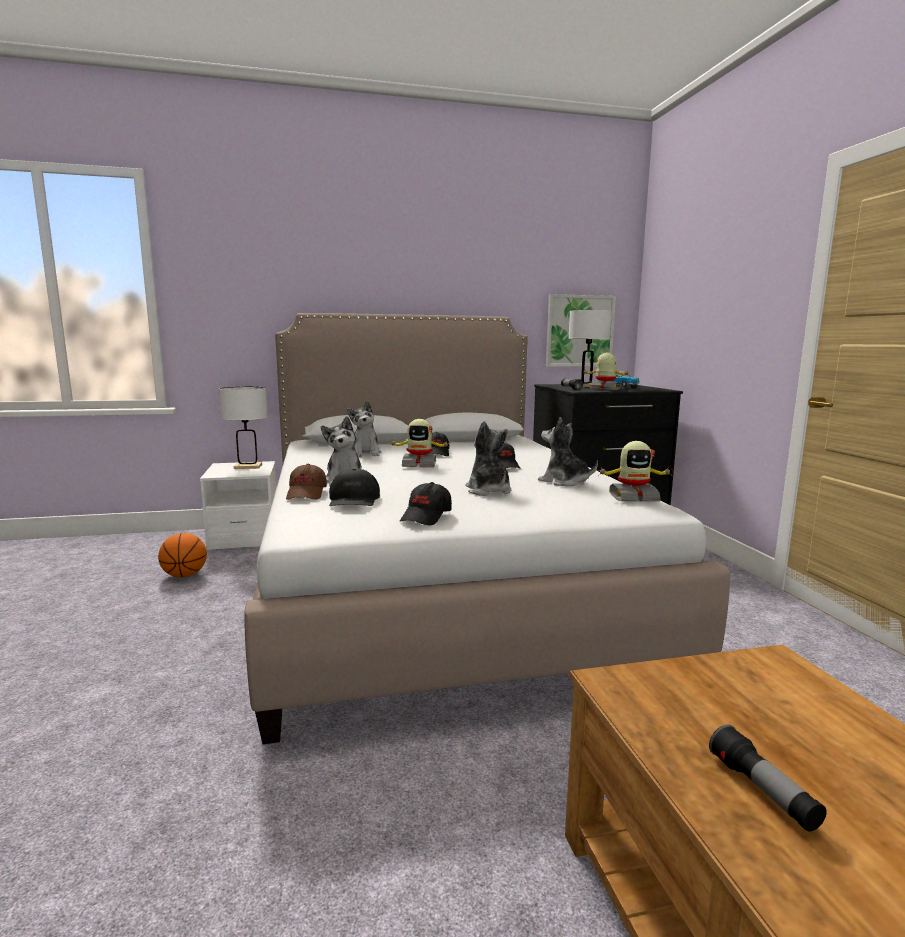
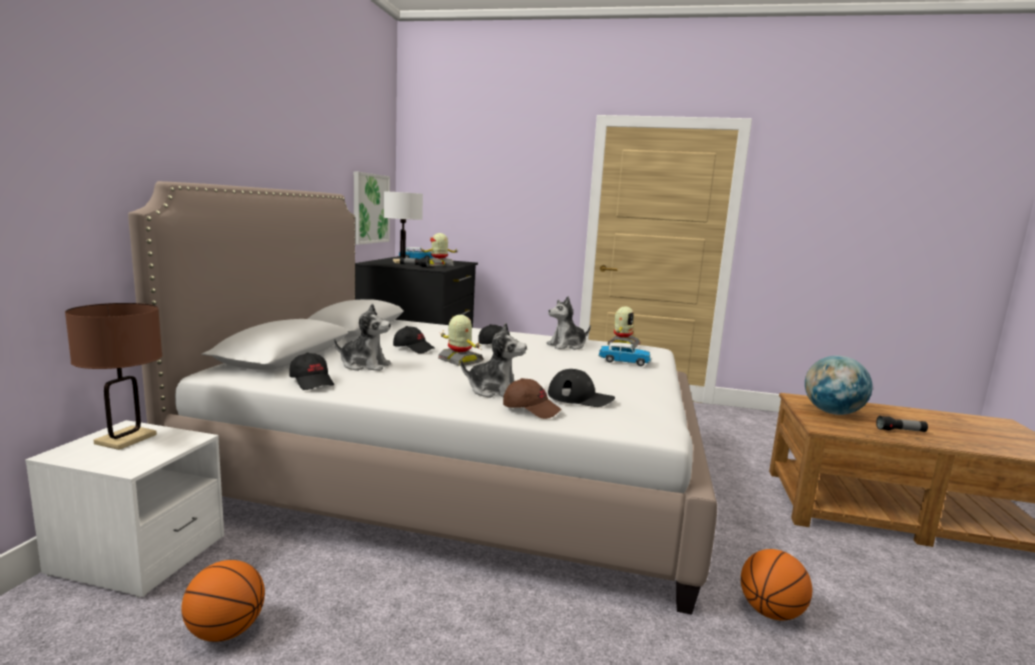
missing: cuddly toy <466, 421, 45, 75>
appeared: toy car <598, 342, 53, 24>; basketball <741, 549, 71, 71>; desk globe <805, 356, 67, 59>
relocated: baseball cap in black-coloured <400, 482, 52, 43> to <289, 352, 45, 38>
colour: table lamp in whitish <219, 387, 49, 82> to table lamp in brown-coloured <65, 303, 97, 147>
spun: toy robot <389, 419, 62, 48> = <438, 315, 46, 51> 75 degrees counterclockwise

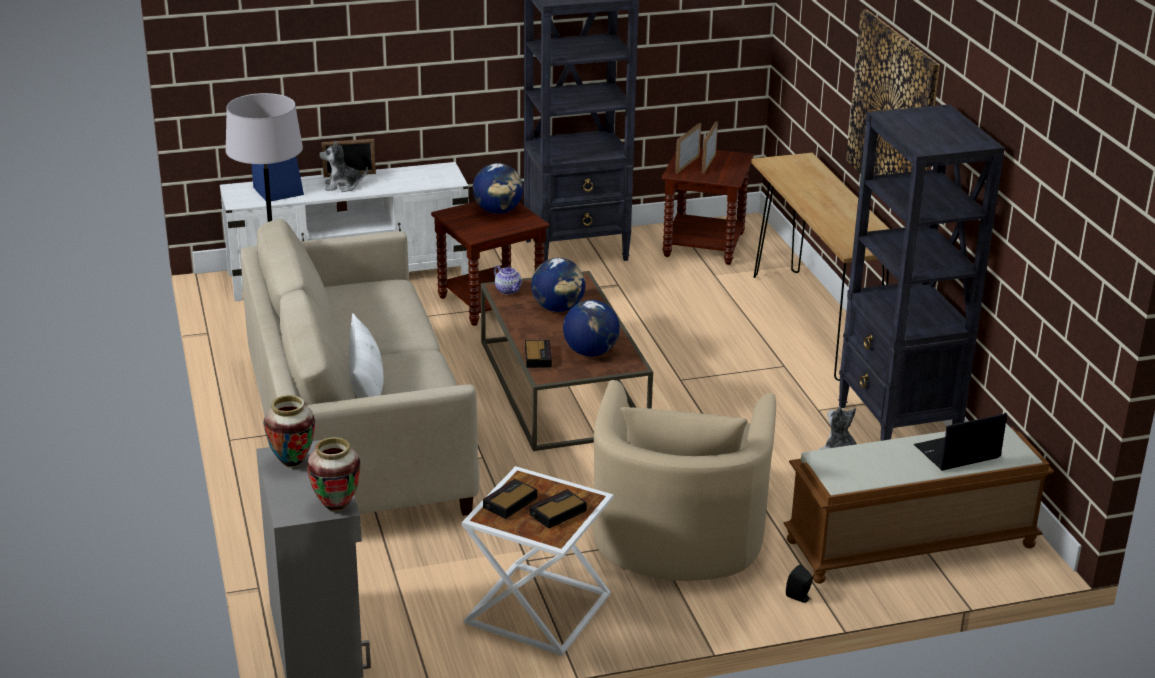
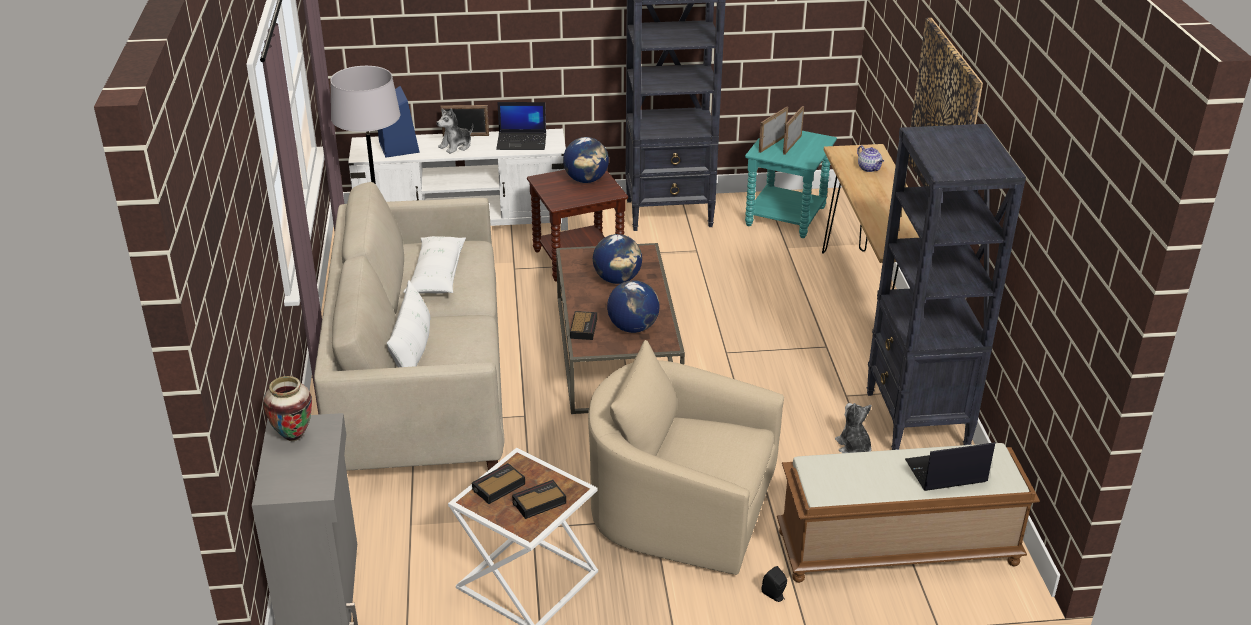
missing: vase <307, 437, 54, 75>
appeared: throw pillow in whitish <403, 236, 63, 58>; laptop <496, 102, 50, 48>
relocated: pot for tea <494, 265, 28, 29> to <857, 145, 27, 27>
colour: accent table in brown-coloured <662, 148, 92, 117> to accent table in turquoise <745, 131, 92, 107>
spun: cuddly toy <319, 141, 49, 51> = <436, 109, 37, 45> 45 degrees counterclockwise; lounge chair in beige-coloured <593, 380, 183, 201> = <588, 340, 196, 235> 90 degrees clockwise

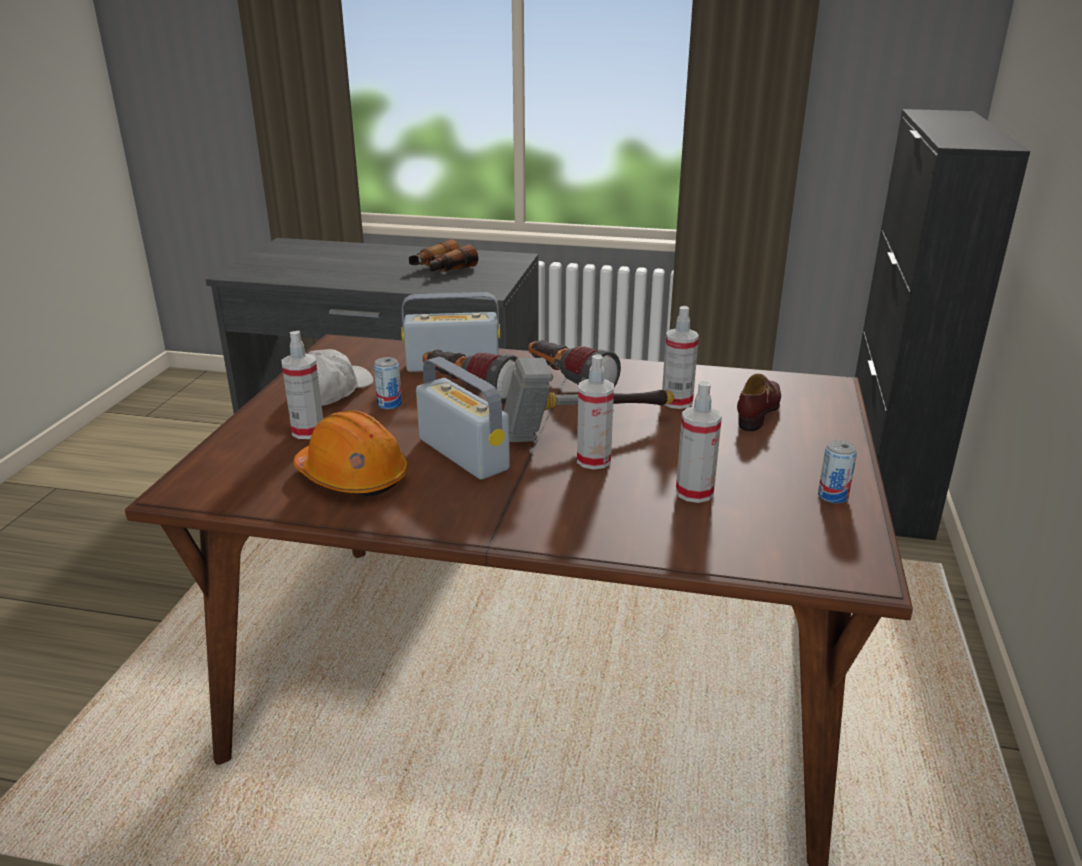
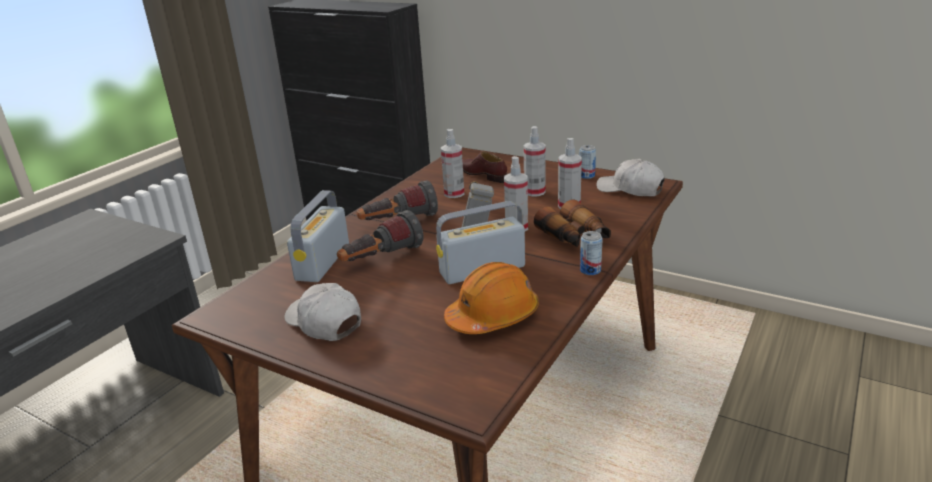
appeared: baseball cap in whitish <596, 159, 69, 38>
relocated: spray bottle <282, 331, 41, 108> to <524, 126, 22, 71>; metal can <374, 357, 28, 52> to <580, 231, 23, 44>; binoculars <409, 239, 69, 33> to <534, 199, 77, 48>

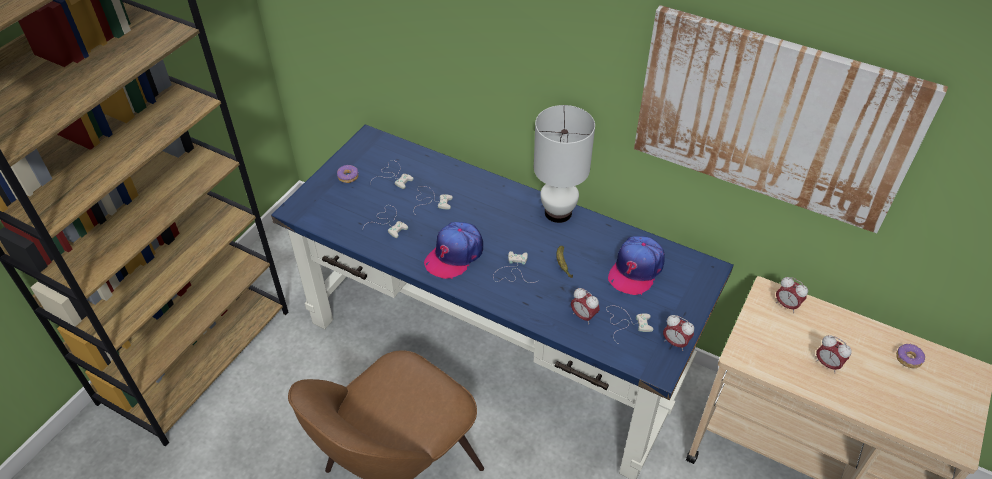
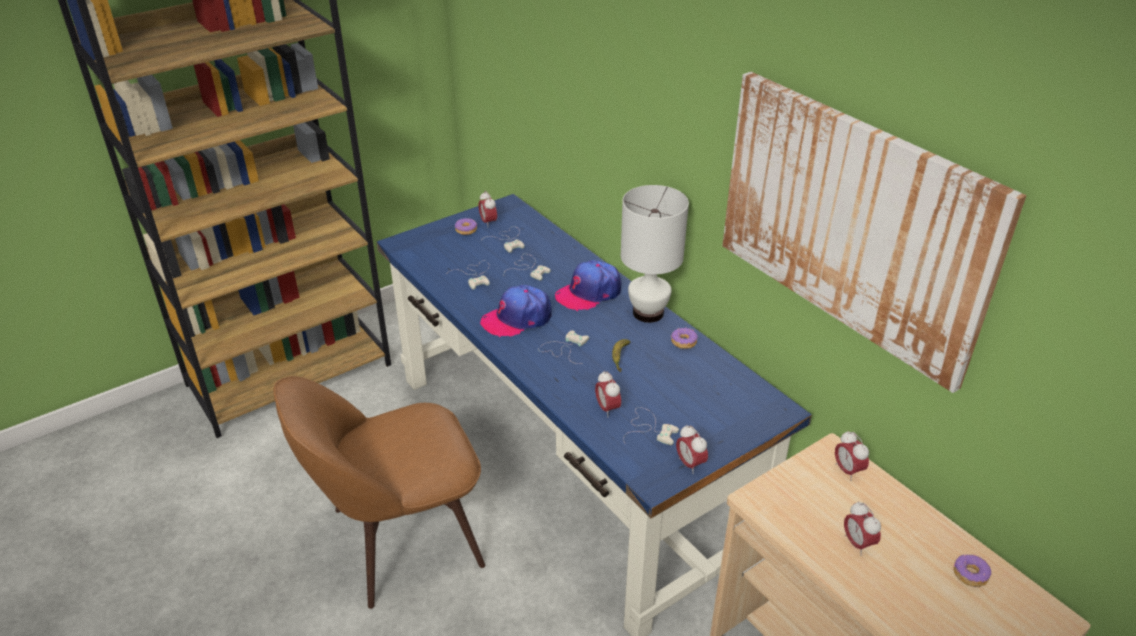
appeared: bedside clock <479, 191, 18, 37>; ring doughnut <671, 327, 27, 22>
relocated: baseball cap <608, 236, 57, 59> to <555, 260, 66, 51>

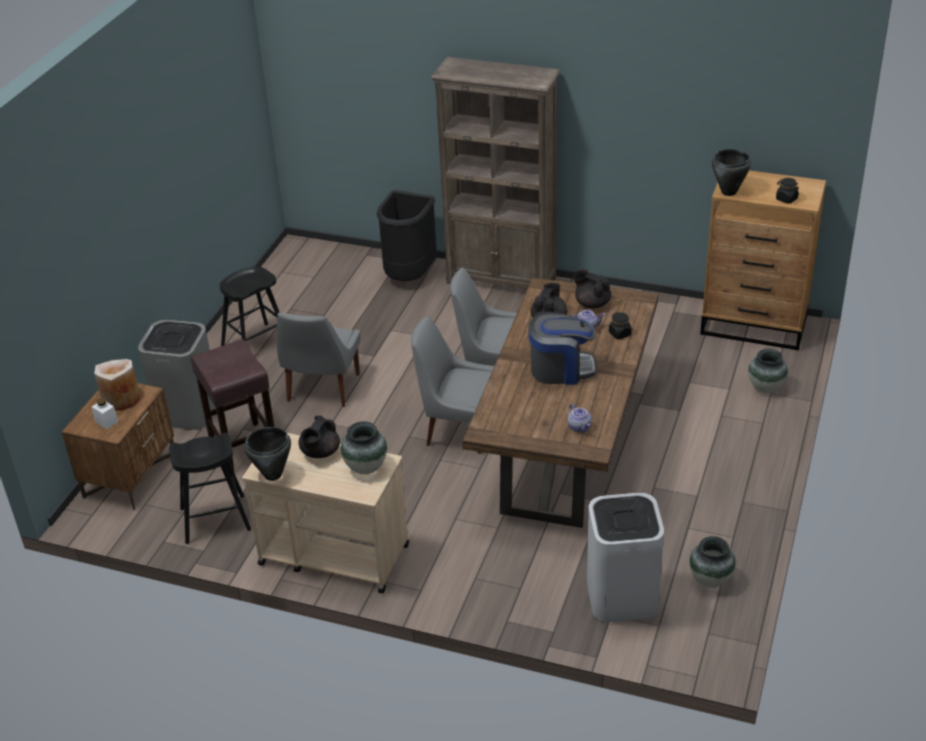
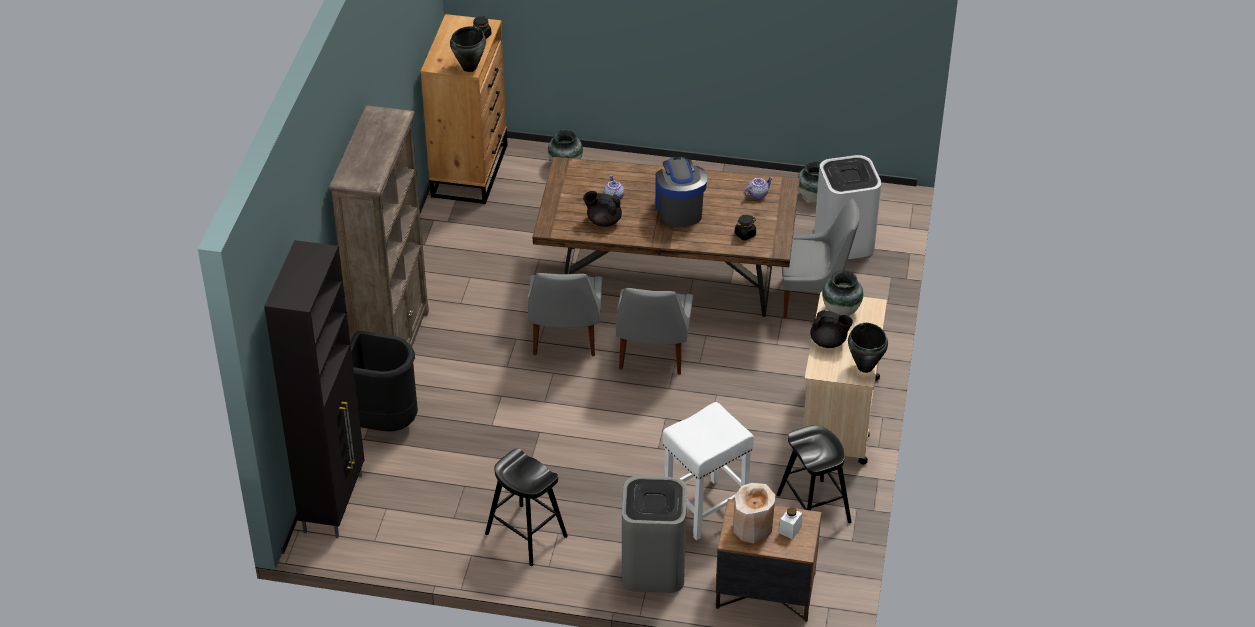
missing: pot for tea in black-coloured <573, 270, 38, 39>
appeared: storage cabinet in black-coloured <264, 240, 101, 298>
relocated: chair in grey <277, 313, 84, 94> to <782, 199, 78, 119>; preserve jar in black-coloured <609, 312, 23, 27> to <735, 215, 21, 26>
colour: stool in brown-coloured <190, 339, 84, 132> to stool in whitish <663, 402, 91, 138>

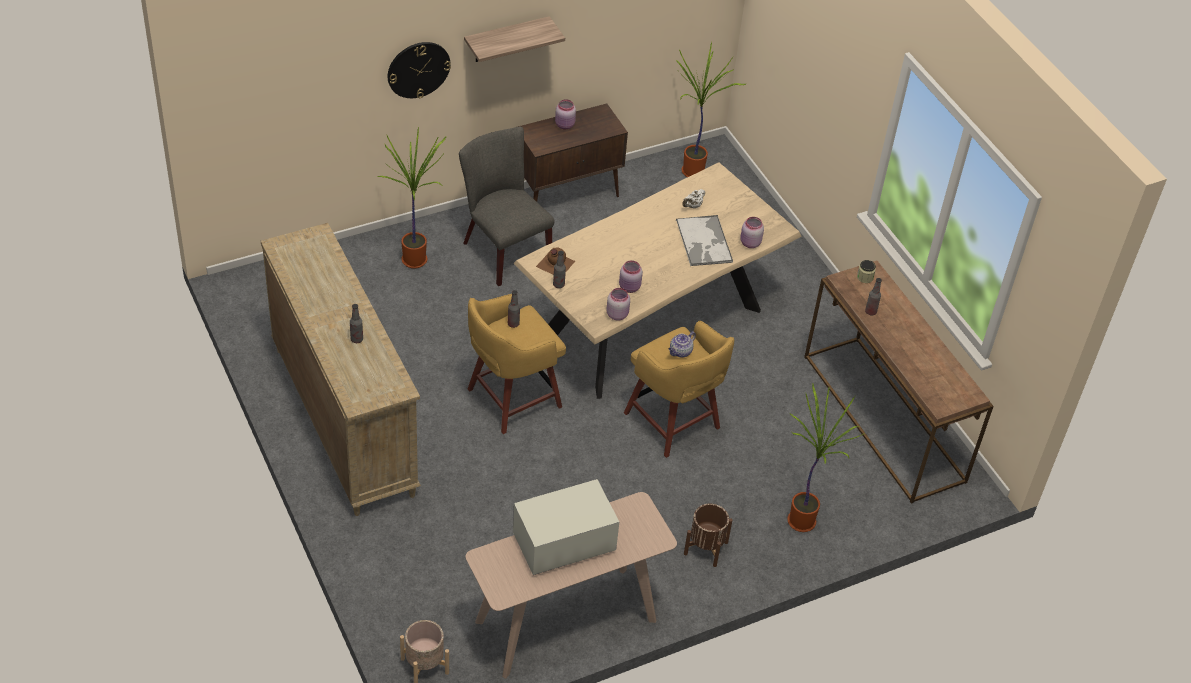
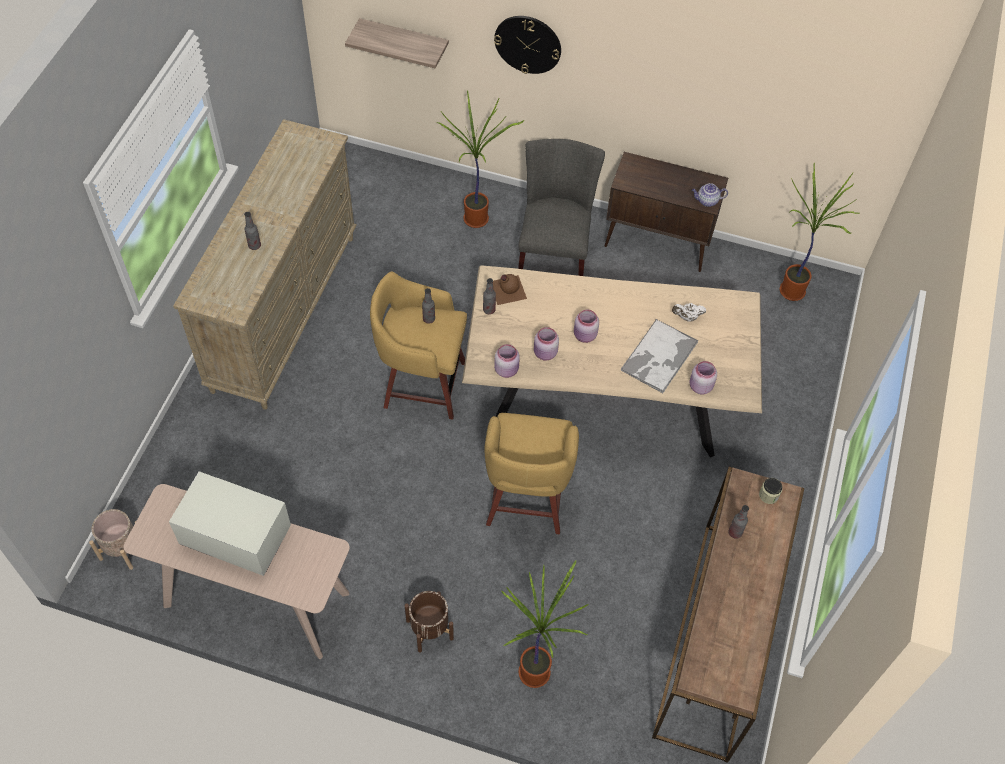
relocated: shelf <464, 16, 101, 46> to <345, 18, 104, 51>; preserve jar in pink-coloured <555, 99, 21, 30> to <574, 310, 25, 33>; pot for tea <668, 332, 28, 26> to <692, 183, 36, 24>

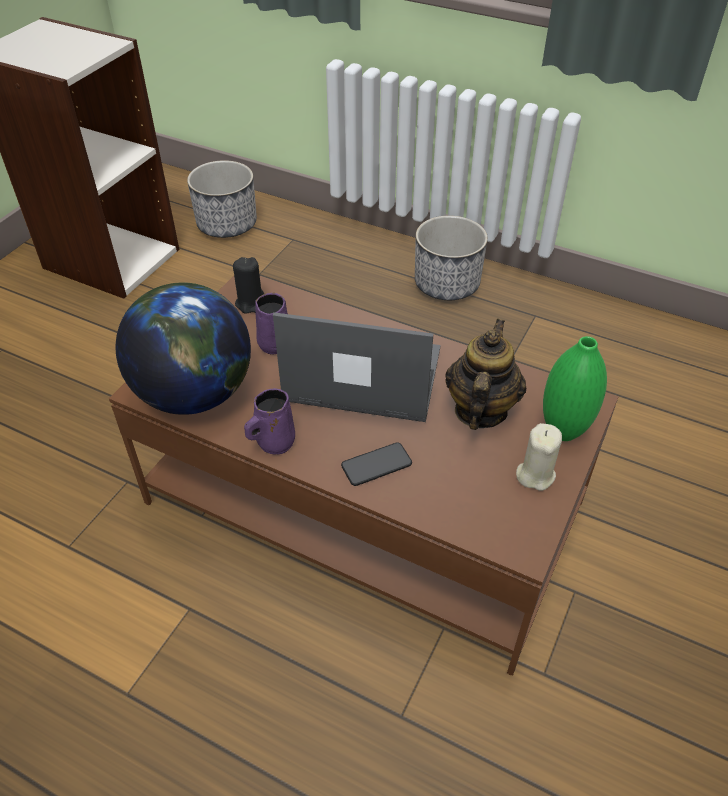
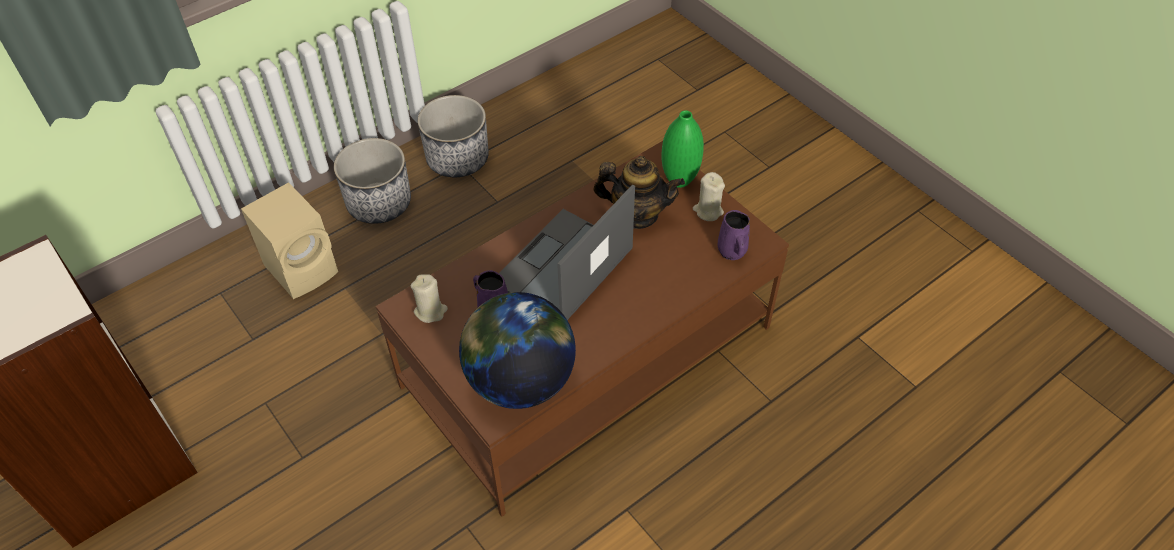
missing: phone <341, 442, 71, 44>
appeared: audio speaker in beige-coloured <241, 182, 97, 117>
relocated: plant pot <187, 160, 70, 78> to <418, 95, 71, 82>; tea mug in purple-coloured <244, 388, 51, 67> to <717, 210, 33, 50>
colour: wax light in black-coloured <233, 257, 31, 57> to wax light in beige-coloured <411, 274, 37, 49>
spun: pot for tea <445, 319, 81, 111> = <593, 156, 92, 73> 150 degrees clockwise

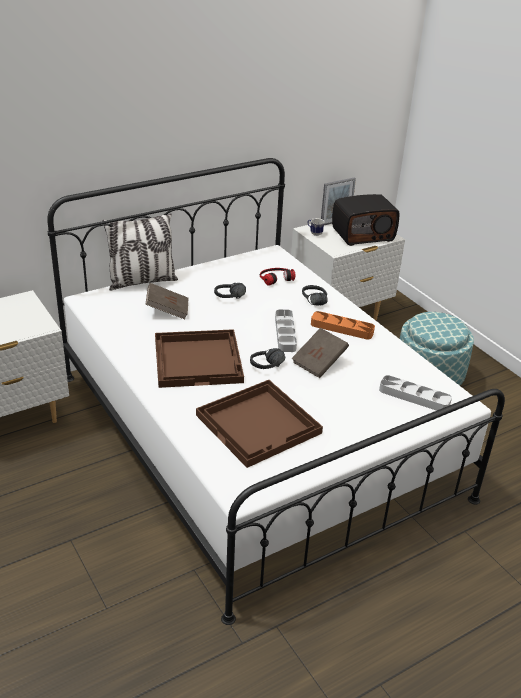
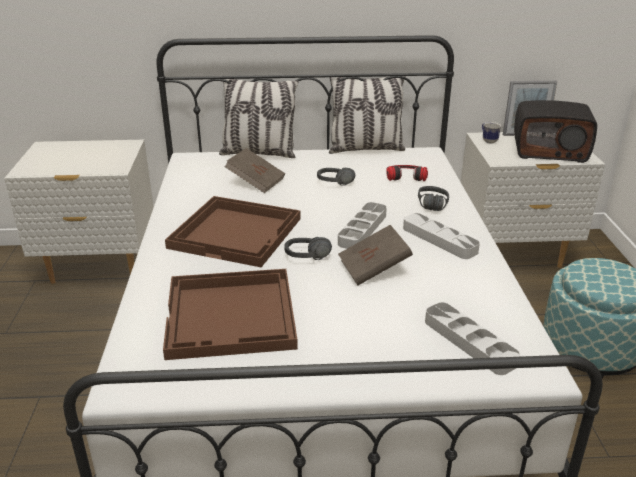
appeared: throw pillow <329, 76, 76, 78>
colour: carrying tray in orange <311, 311, 64, 29> to carrying tray in grey <403, 213, 77, 46>

